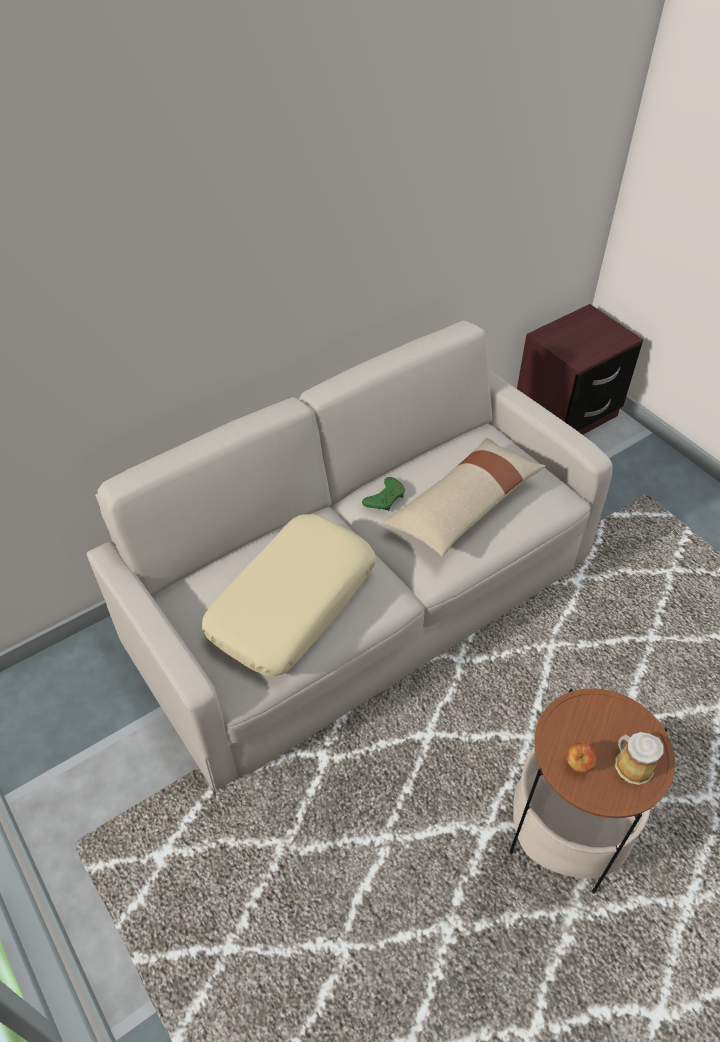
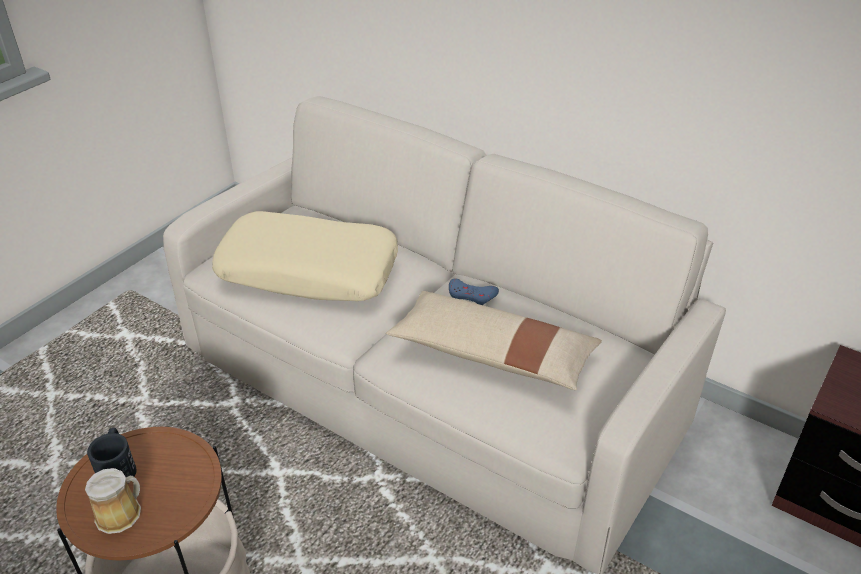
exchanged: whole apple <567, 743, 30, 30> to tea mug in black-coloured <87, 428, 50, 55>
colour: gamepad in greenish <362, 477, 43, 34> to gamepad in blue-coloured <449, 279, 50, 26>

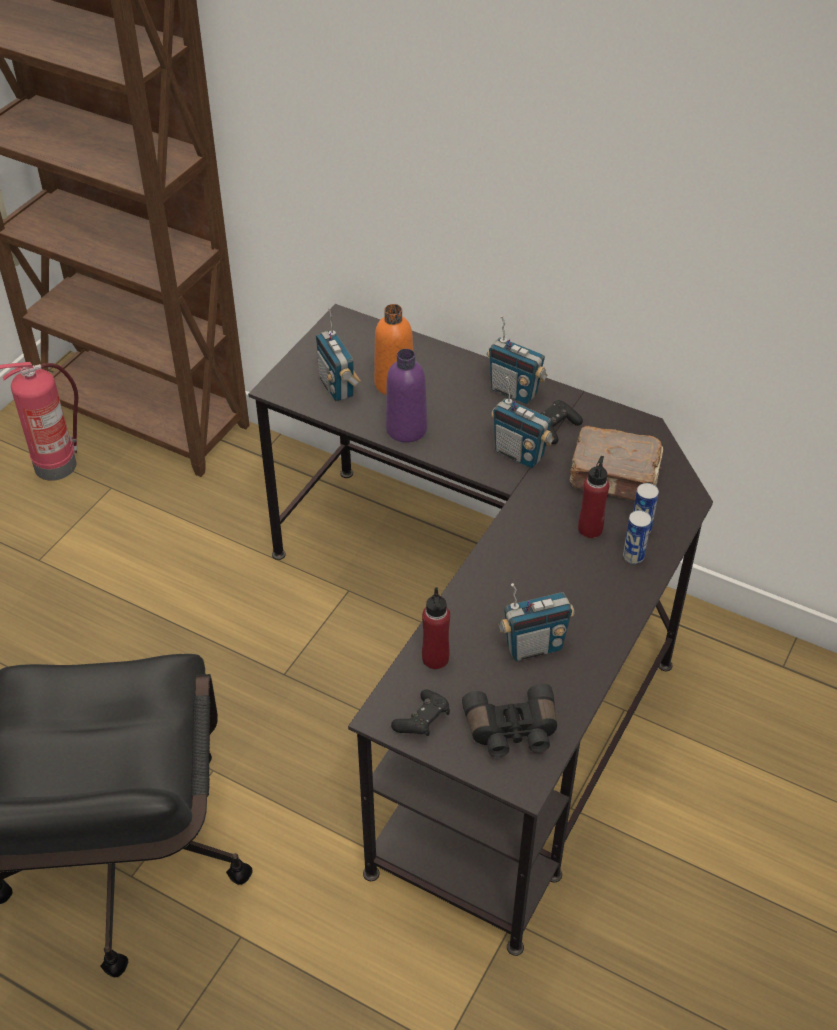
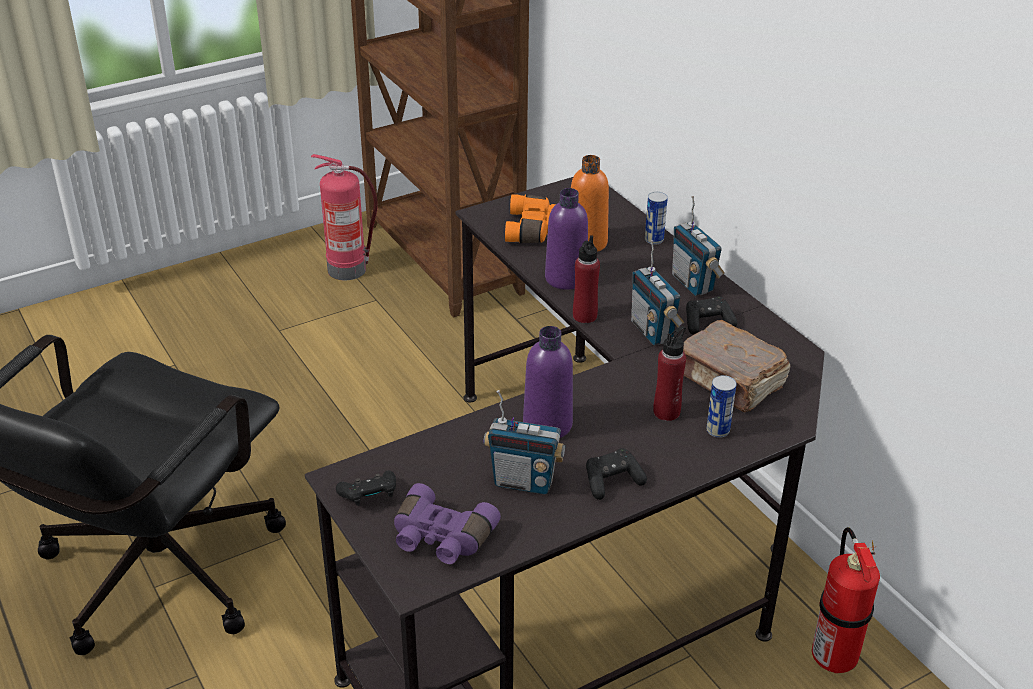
appeared: beverage bottle in purple-coloured <523, 326, 50, 112>; gamepad in black-coloured <586, 448, 61, 52>; fire-fighting cylinder <812, 527, 68, 146>
relocated: beverage bottle in reddish <422, 588, 28, 81> to <573, 235, 27, 88>; metal can <623, 510, 29, 54> to <645, 192, 23, 53>
exchanged: radio <316, 308, 45, 93> to binoculars in orange <505, 194, 51, 49>
colour: binoculars in black-coloured <462, 683, 95, 74> to binoculars in purple-coloured <394, 483, 107, 81>

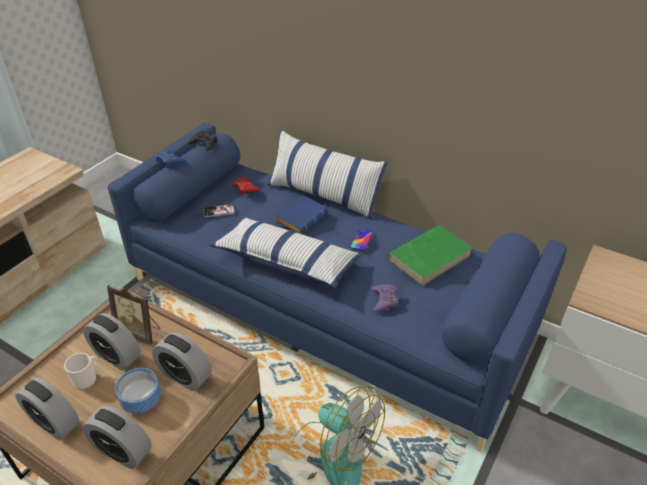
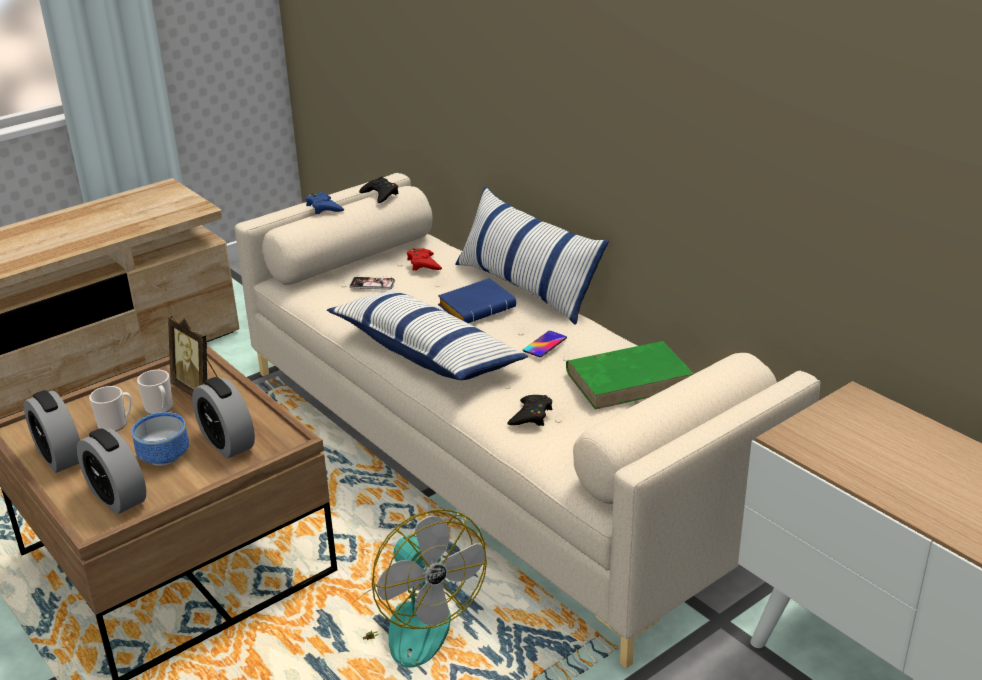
exchanged: bedside clock <83, 313, 58, 58> to tea mug <137, 370, 36, 45>
colour: settee in blue-coloured <108, 123, 459, 329> to settee in beige-coloured <235, 173, 586, 495>; gamepad in purple-coloured <371, 284, 27, 28> to gamepad in black-coloured <507, 395, 45, 31>

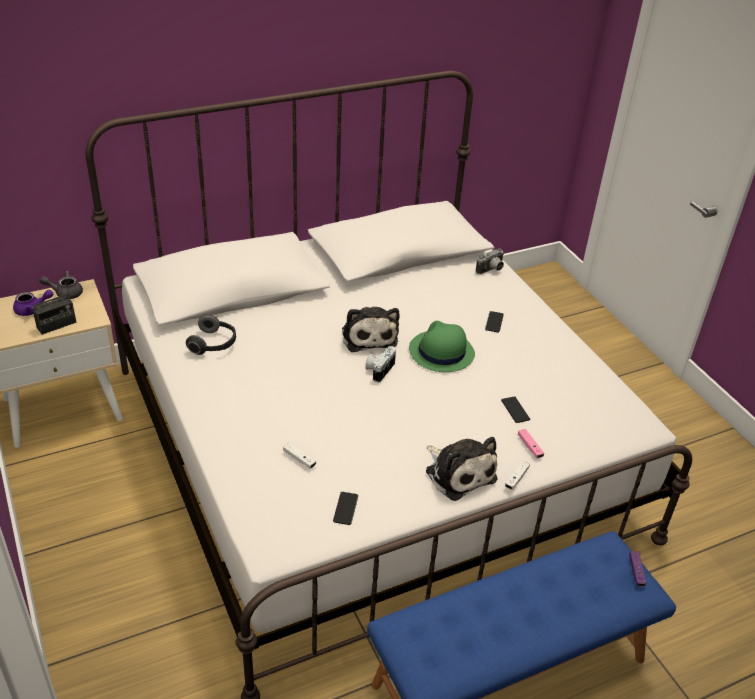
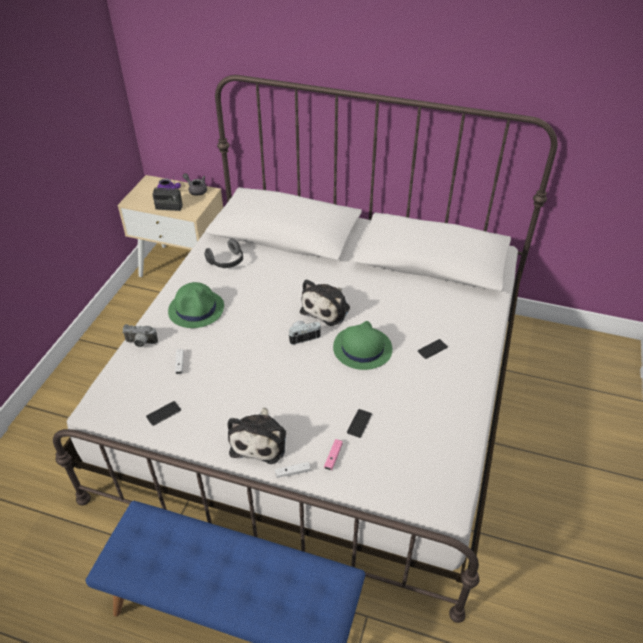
missing: gamepad in purple-coloured <629, 551, 17, 35>
appeared: wearable hat in greenish <168, 282, 56, 46>
relocated: photo camera <476, 248, 28, 26> to <122, 324, 36, 23>

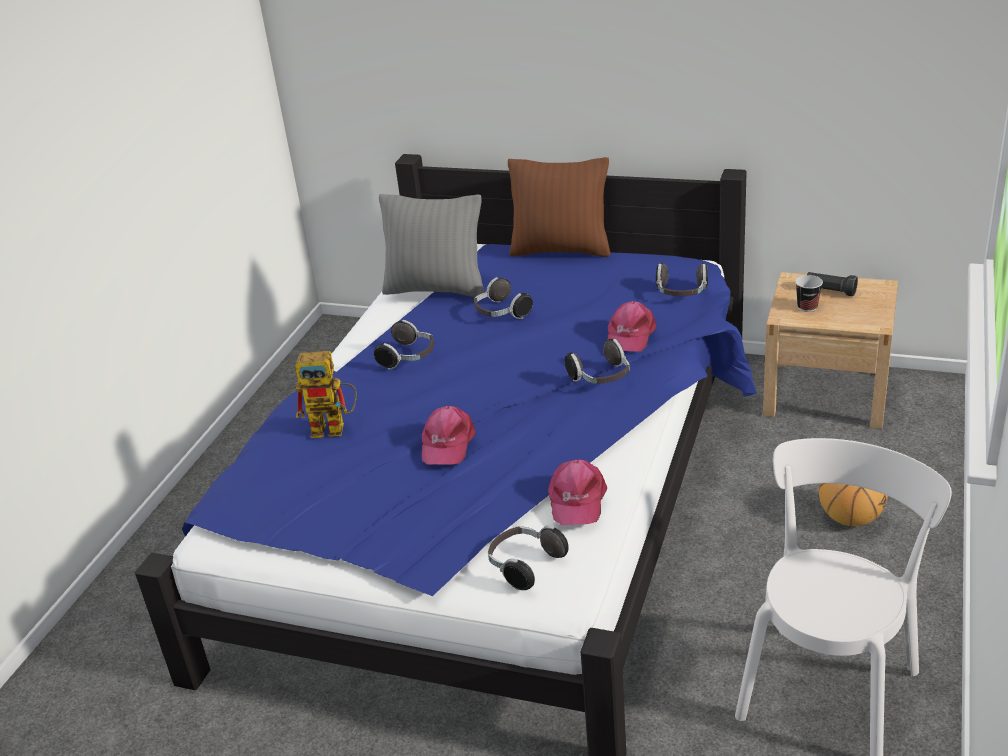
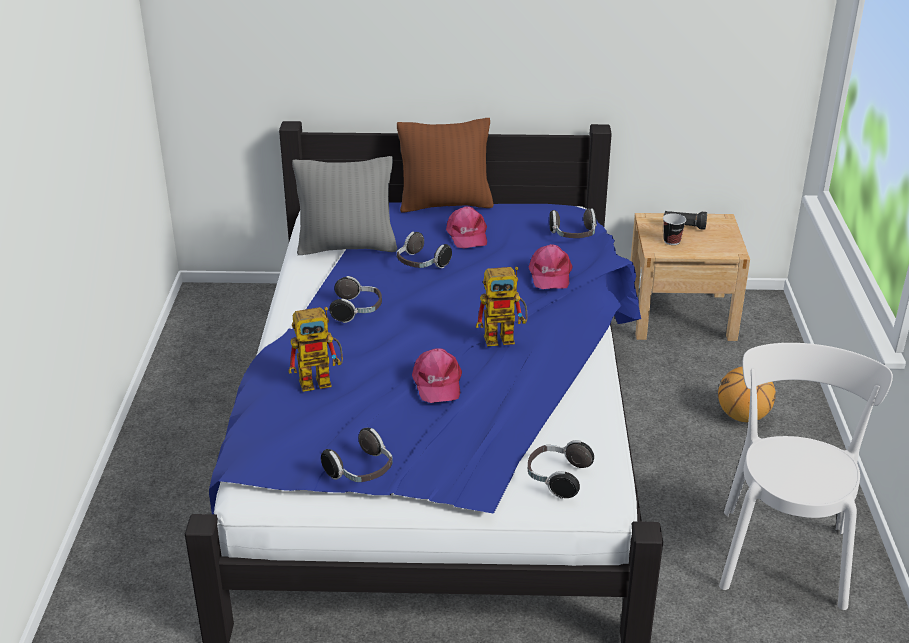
appeared: toy robot <476, 267, 52, 79>
relocated: baseball cap in pink-coloured <548, 459, 59, 66> to <446, 206, 41, 42>; pair of headphones <565, 339, 65, 45> to <321, 428, 72, 54>

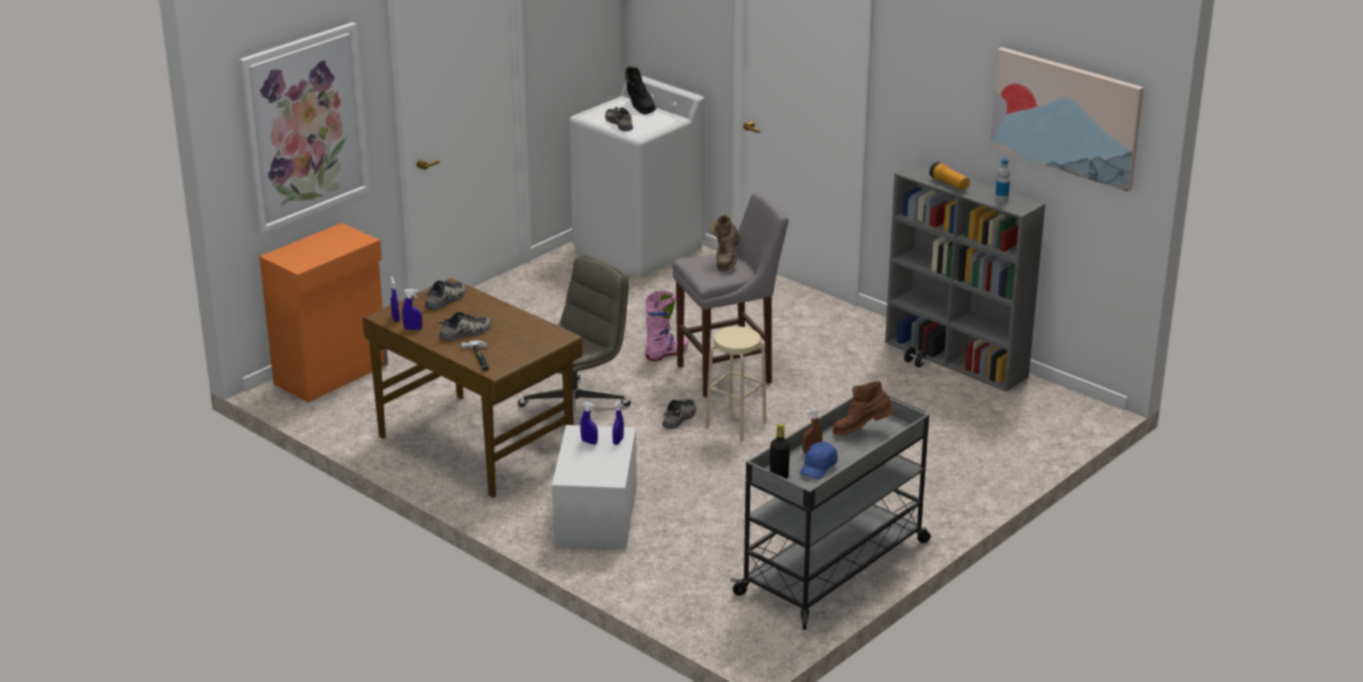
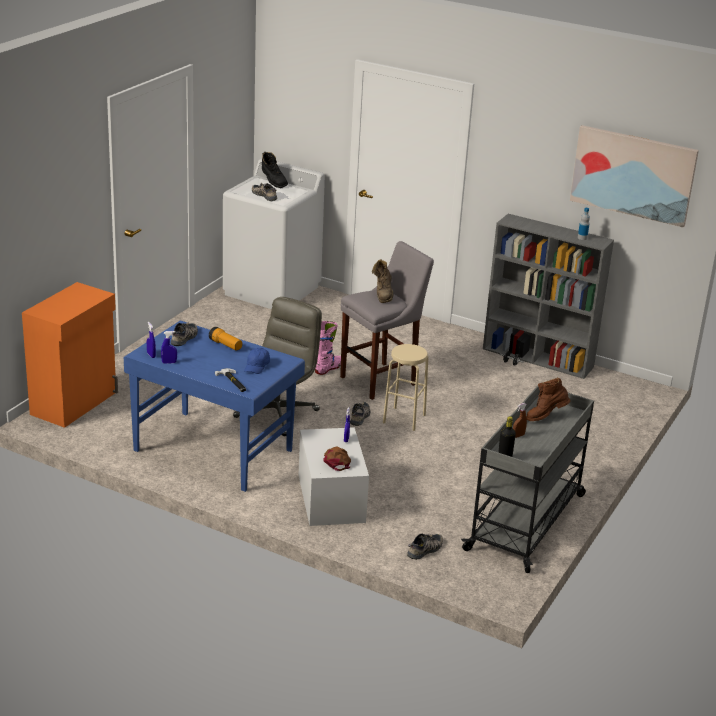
missing: wall picture <239, 22, 131, 212>; spray bottle in blue-coloured <580, 402, 18, 43>
appeared: baseball cap in brown-coloured <323, 446, 28, 25>
relocated: low shoe <437, 312, 54, 29> to <407, 534, 36, 26>; baseball cap in blue-coloured <799, 442, 39, 37> to <244, 348, 26, 26>; flashlight <929, 162, 40, 28> to <209, 327, 33, 24>
colour: desk table in brown-coloured <363, 278, 220, 220> to desk table in blue-coloured <124, 321, 181, 171>

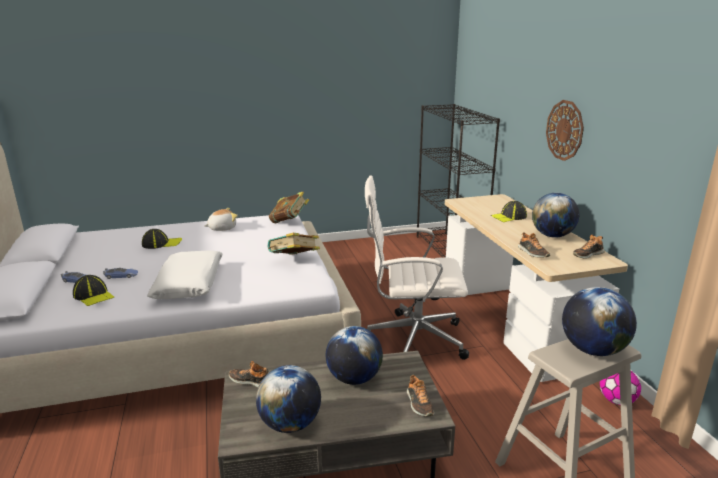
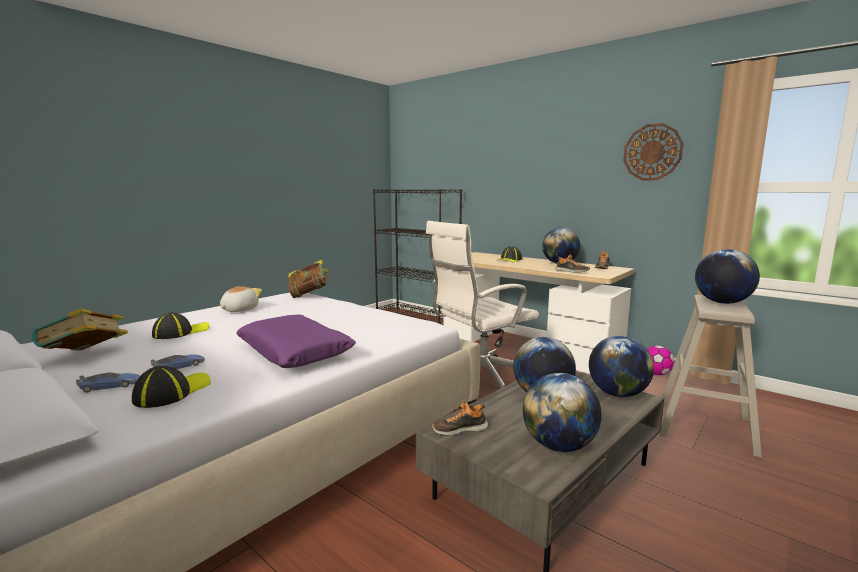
relocated: book <268, 233, 52, 22> to <32, 308, 96, 43>; clock on the wall <546, 100, 38, 61> to <623, 123, 61, 57>
exchanged: low shoe <407, 374, 27, 43> to desk globe <589, 336, 65, 61>
colour: throw pillow in whitish <147, 250, 76, 49> to throw pillow in purple-coloured <236, 315, 120, 53>
spun: baseball cap <73, 275, 41, 31> = <132, 366, 79, 42> 75 degrees counterclockwise

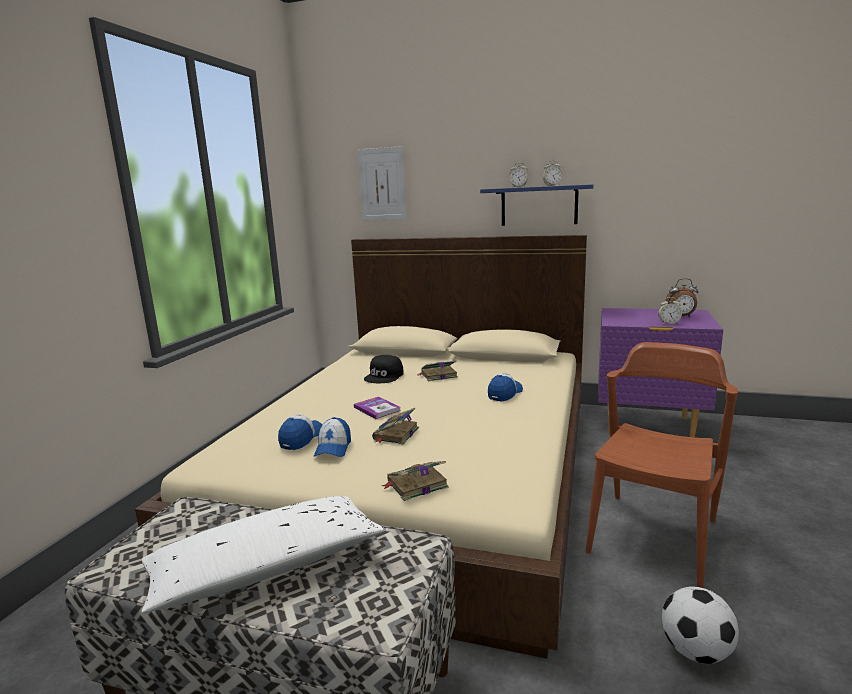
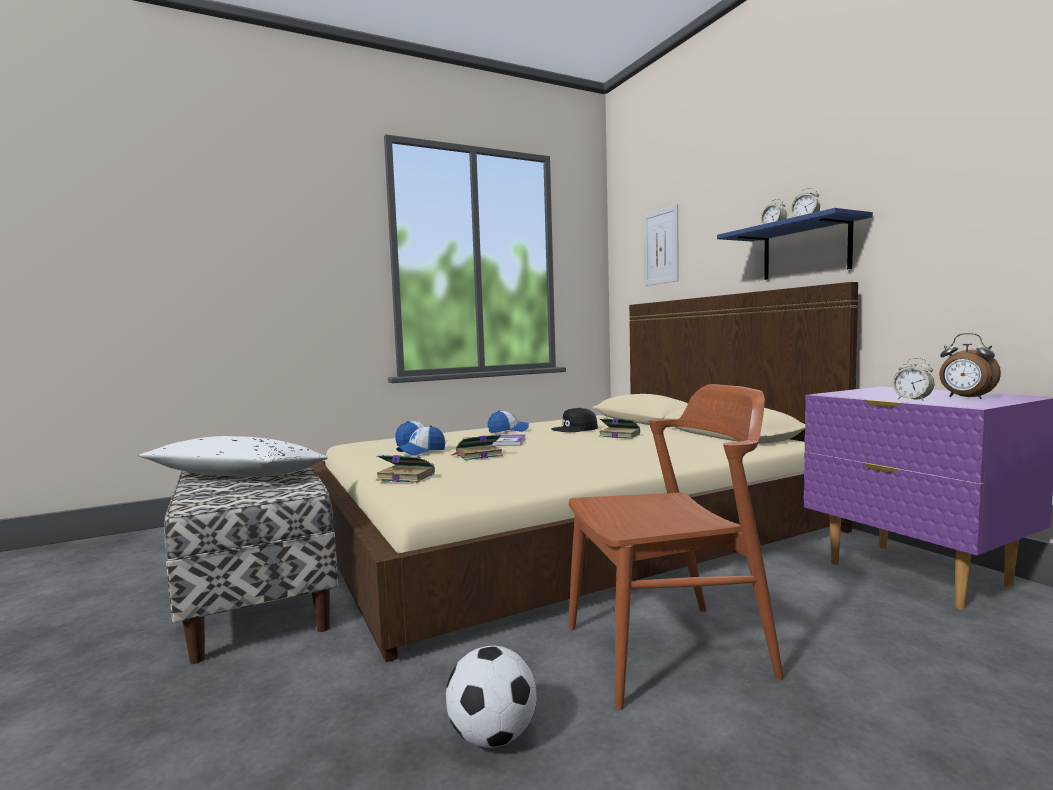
relocated: baseball cap <488, 374, 35, 27> to <488, 410, 41, 23>

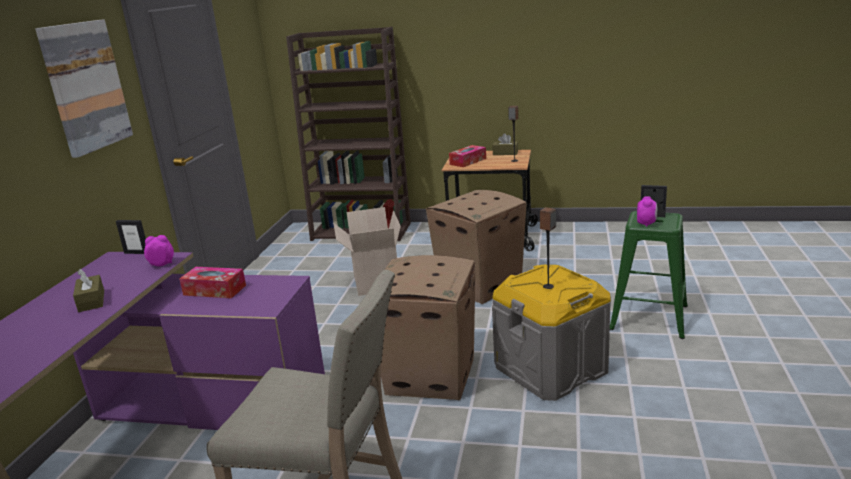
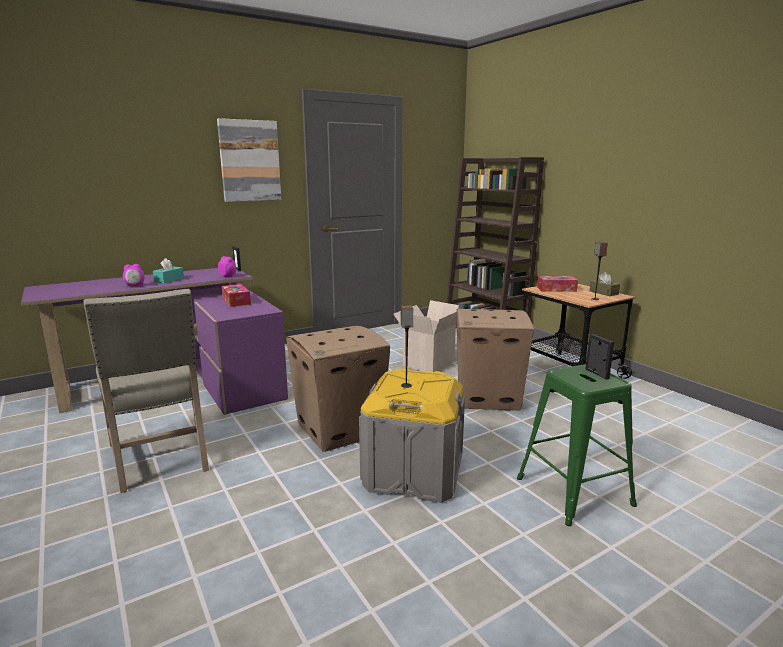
relocated: bedside clock <637, 196, 20, 31> to <123, 264, 22, 23>
colour: box of tissues in brown-coloured <73, 269, 31, 43> to box of tissues in turquoise <153, 258, 31, 25>

